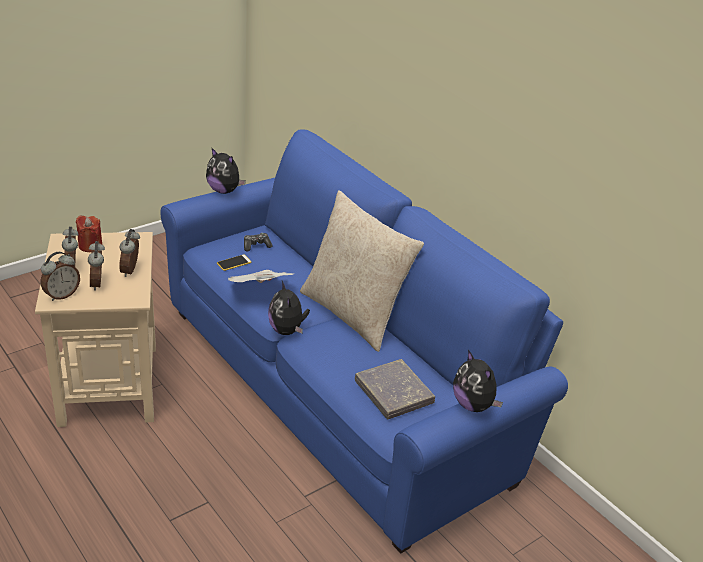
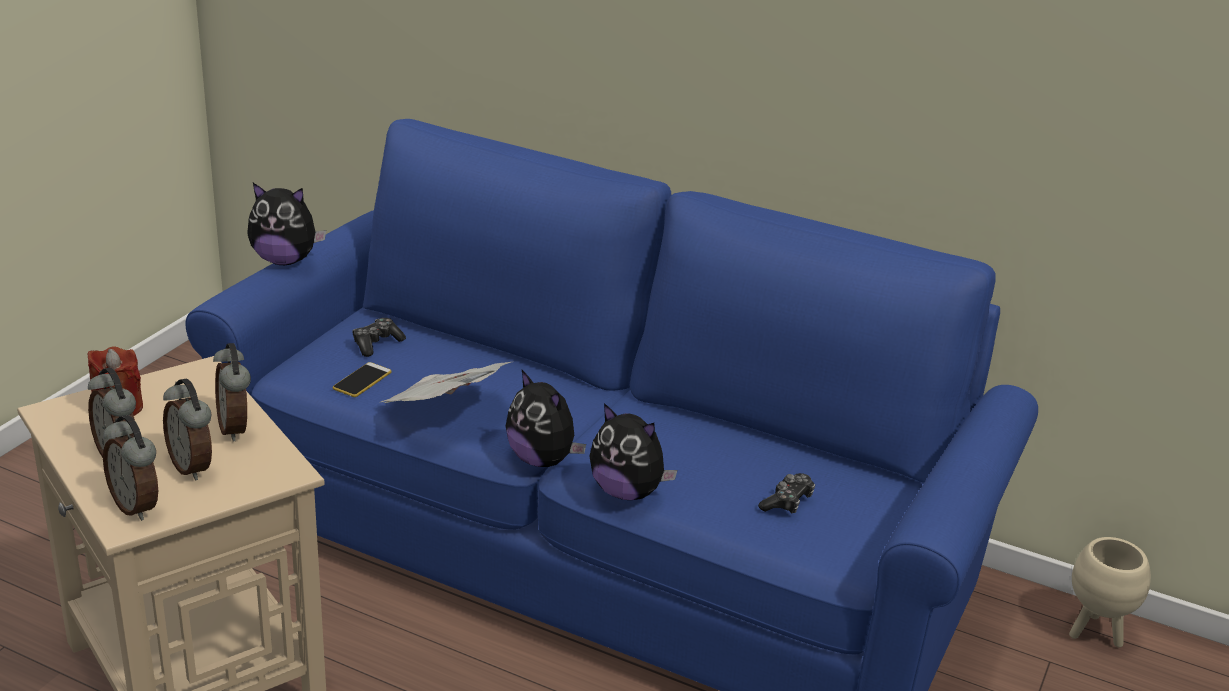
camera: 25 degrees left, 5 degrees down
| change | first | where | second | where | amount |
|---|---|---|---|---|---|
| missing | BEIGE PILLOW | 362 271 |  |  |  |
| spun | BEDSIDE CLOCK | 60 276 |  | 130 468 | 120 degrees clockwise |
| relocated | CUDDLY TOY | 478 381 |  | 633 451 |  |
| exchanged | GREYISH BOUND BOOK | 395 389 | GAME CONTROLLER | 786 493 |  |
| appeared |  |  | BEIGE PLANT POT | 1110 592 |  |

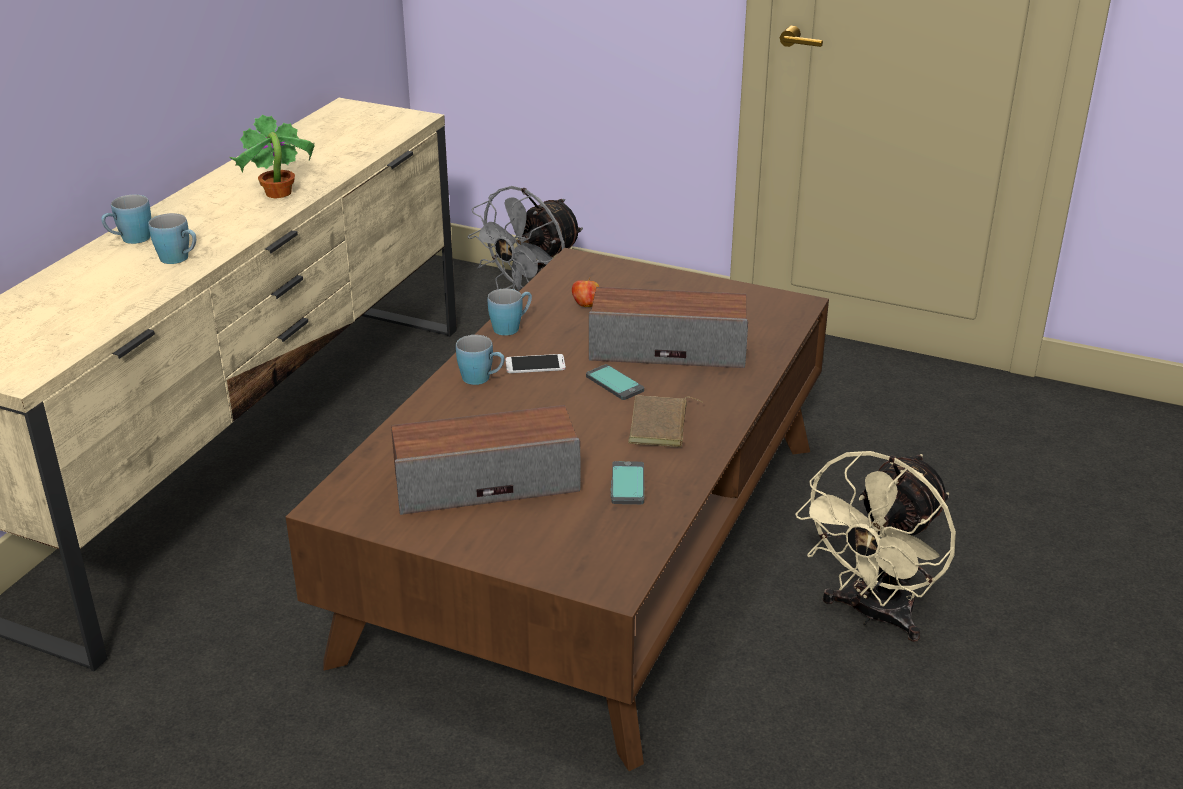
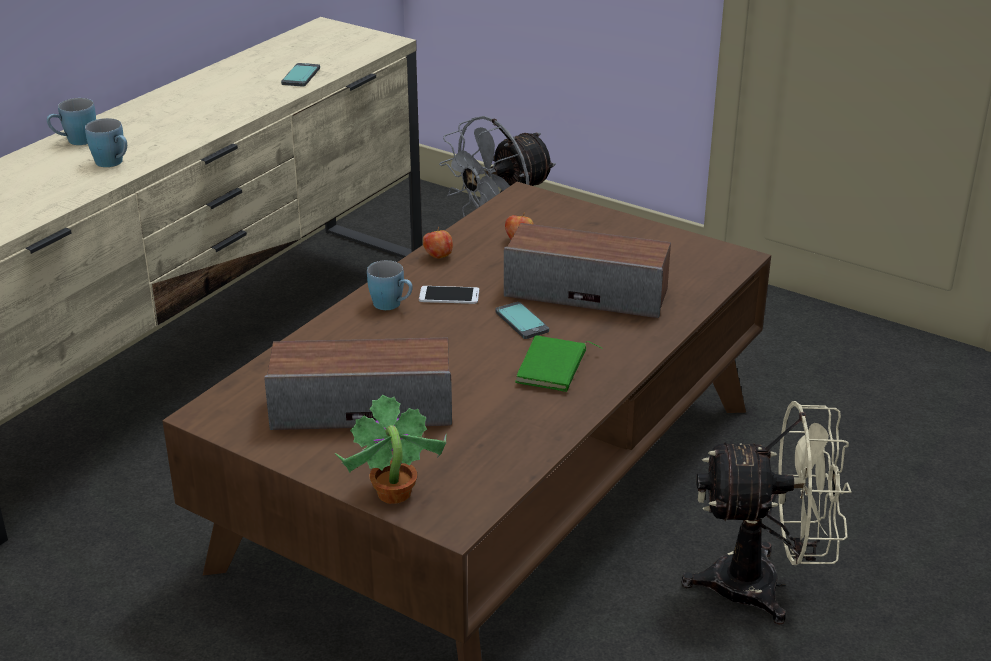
camera: 10 degrees right, 0 degrees up
| change | first | where | second | where | amount |
|---|---|---|---|---|---|
| relocated | HOUSEPLANT | 271 156 |  | 391 449 |  |
| exchanged | BLUE-COLOURED TEA MUG | 510 312 | APPLE | 438 242 |  |
| colour | BROWN-COLOURED BOUND BOOK | 665 421 | GREEN-COLOURED BOUND BOOK | 558 363 |  |
| spun | BEIGE COOLING FAN | 875 546 |  | 766 513 | 135 degrees counterclockwise |
| relocated | PHONE | 627 482 |  | 300 75 |  |

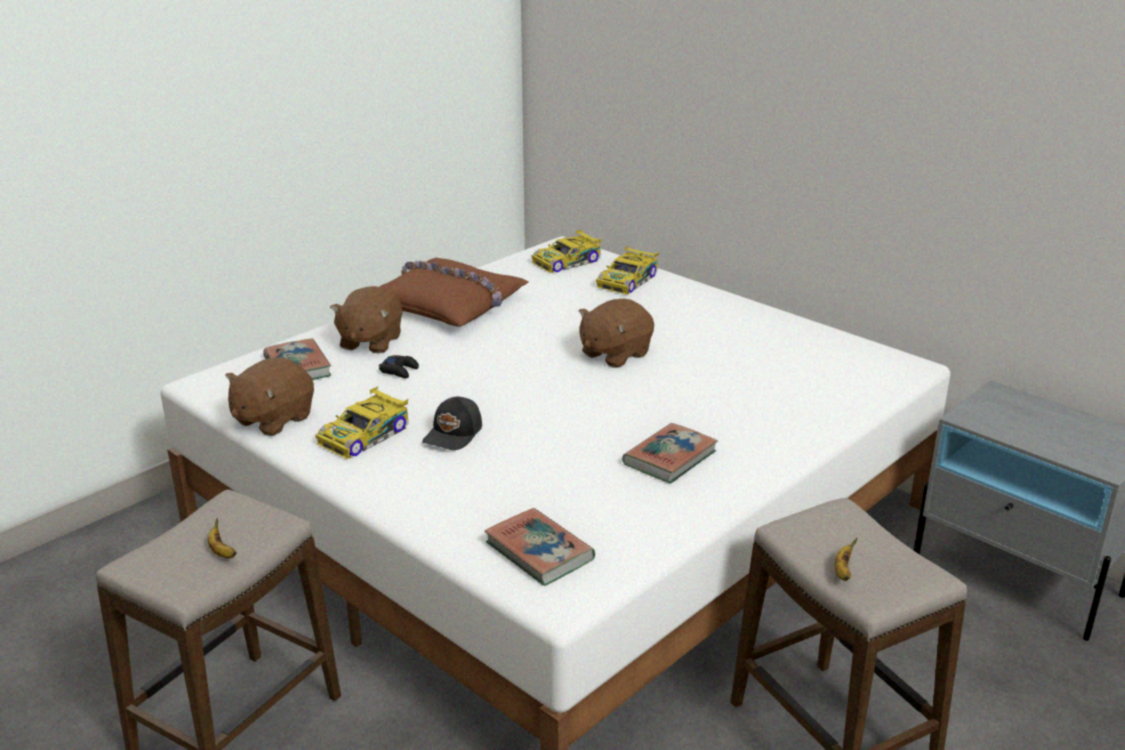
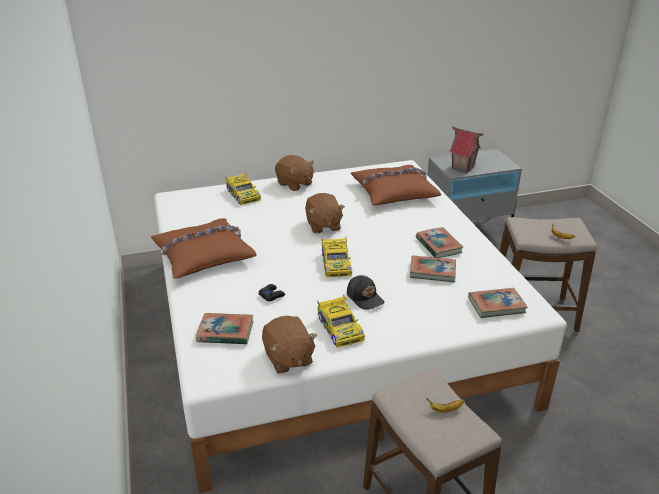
camera: 60 degrees left, 5 degrees up
| change | first | where | second | where | amount |
|---|---|---|---|---|---|
| relocated | MINIATURE CAR | 566 251 |  | 337 257 |  |
| relocated | BROWN-COLOURED CUDDLY TOY | 366 320 |  | 294 173 |  |
| appeared |  |  | TOY HOUSE | 466 149 |  |
| appeared |  |  | BROWN-COLOURED PILLOW | 396 185 |  |
| appeared |  |  | BOUND BOOK | 433 269 |  |

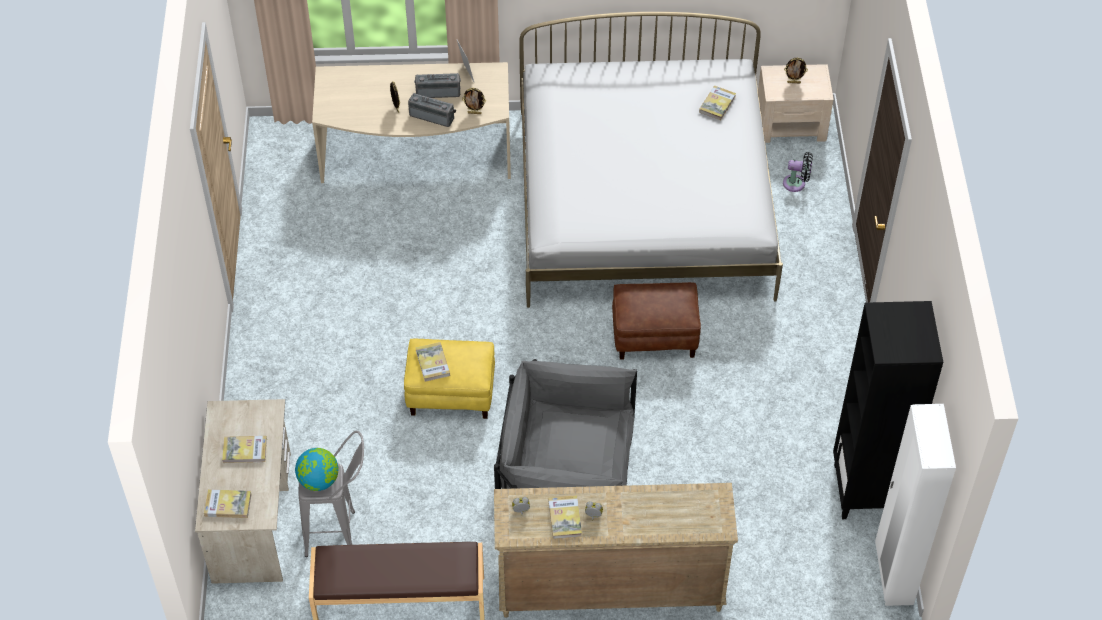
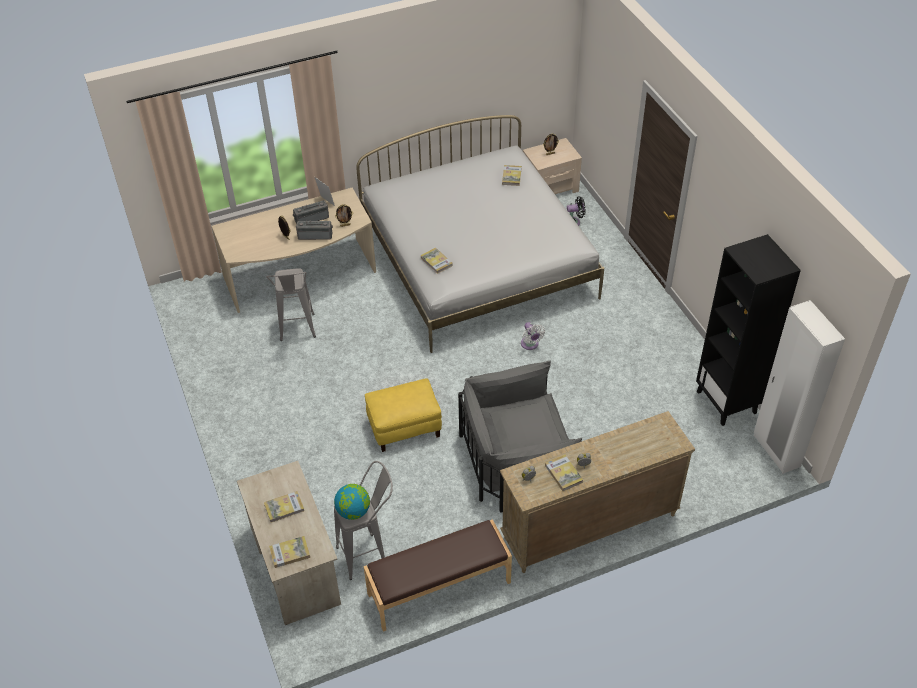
camera: 20 degrees left, 5 degrees down
| change | first | where | second | where | amount |
|---|---|---|---|---|---|
| exchanged | BROWN-COLOURED POUFFE | 656 321 | WHITE COOLING FAN | 533 336 |  |
| relocated | BOUND BOOK | 433 362 |  | 436 261 |  |
| appeared |  |  | GREYISH STOOL SEAT | 291 304 |  |

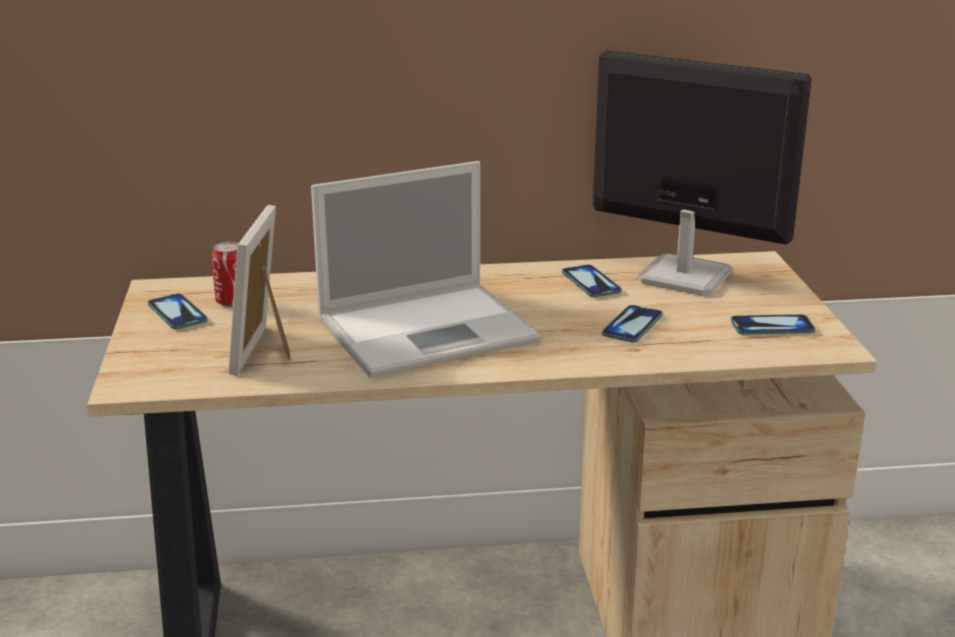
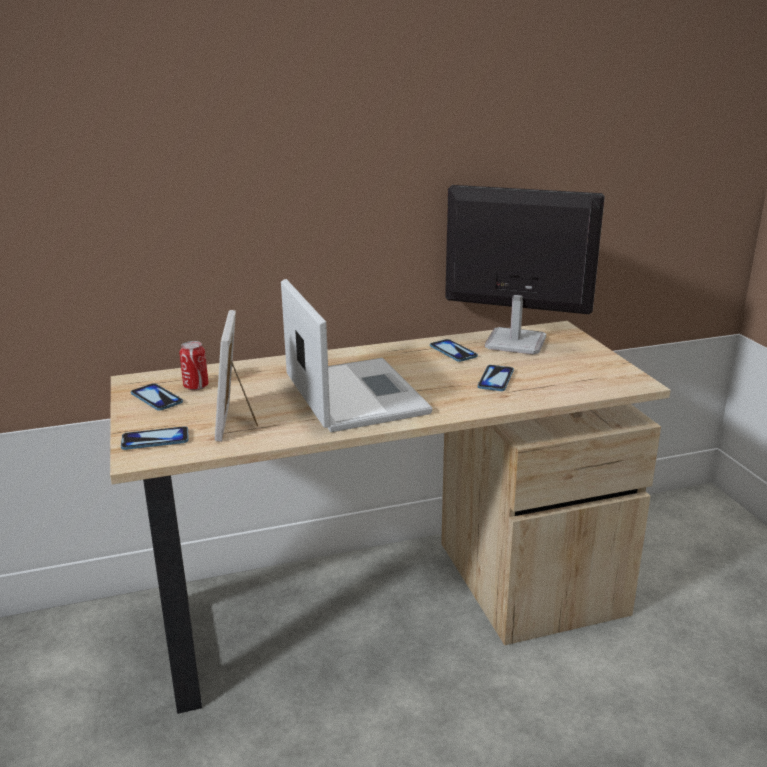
camera: 10 degrees left, 0 degrees up
| change | first | where | second | where | amount |
|---|---|---|---|---|---|
| spun | LAPTOP | 426 269 |  | 357 355 | 75 degrees counterclockwise |
| relocated | PHONE | 773 324 |  | 154 438 |  |

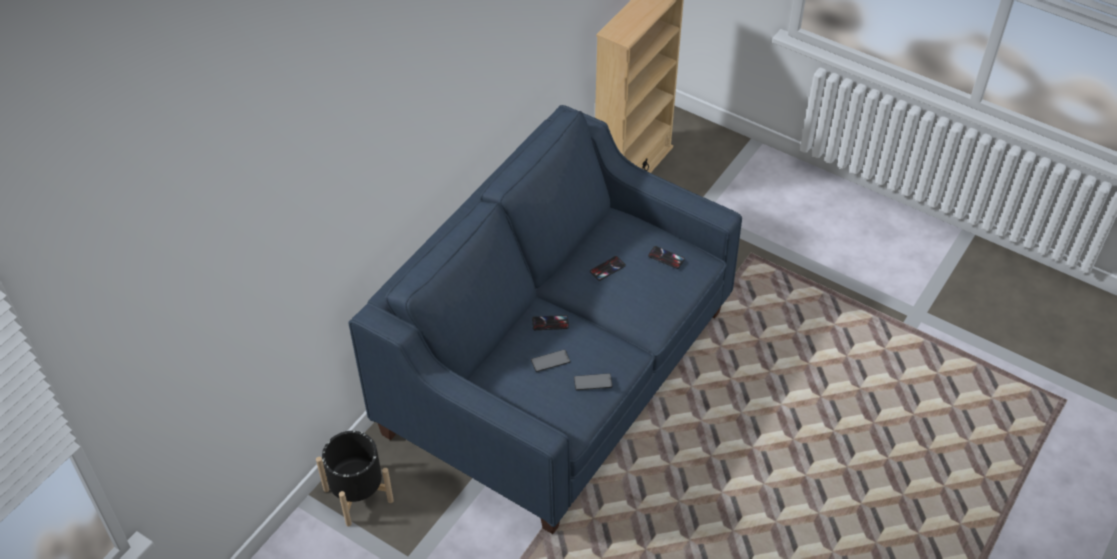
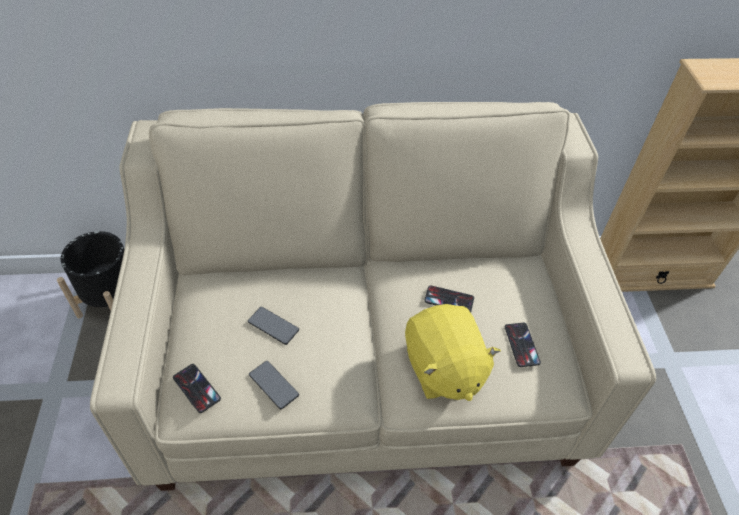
camera: 50 degrees right, 0 degrees up
| change | first | where | second | where | amount |
|---|---|---|---|---|---|
| colour | BLUE-COLOURED COUCH | 545 319 | BEIGE COUCH | 373 296 |  |
| relocated | PHONE | 550 322 |  | 197 388 |  |
| appeared |  |  | YELLOW CUDDLY TOY | 453 352 |  |

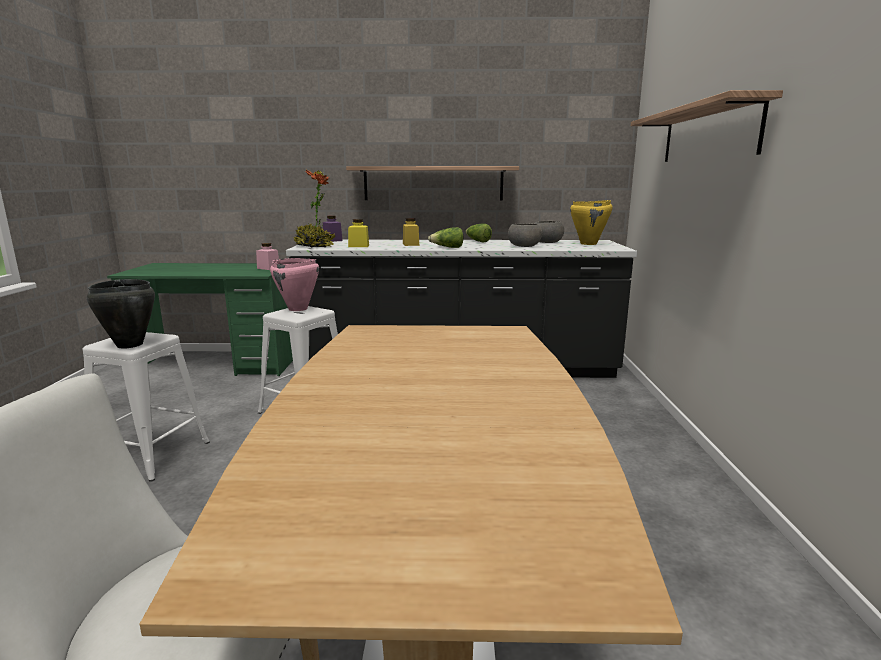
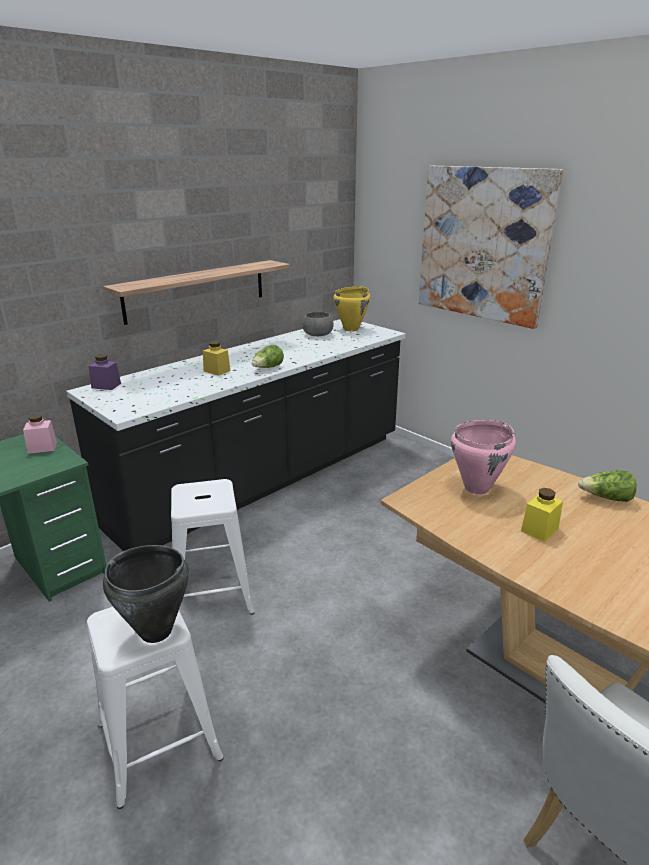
camera: 45 degrees left, 10 degrees up
| change | first | where | second | where | amount |
|---|---|---|---|---|---|
| exchanged | SHELF | 707 126 | WALL PICTURE | 491 247 |  |
| missing | HOUSEPLANT | 313 208 |  |  |  |
| relocated | YELLOW JAR | 358 233 |  | 542 515 |  |
| relocated | LETTUCE HEAD | 478 233 |  | 607 486 |  |
| missing | GREYISH SERVING BOWL | 525 235 |  |  |  |
| relocated | PINKISH STOCKPOT | 294 284 |  | 483 457 |  |

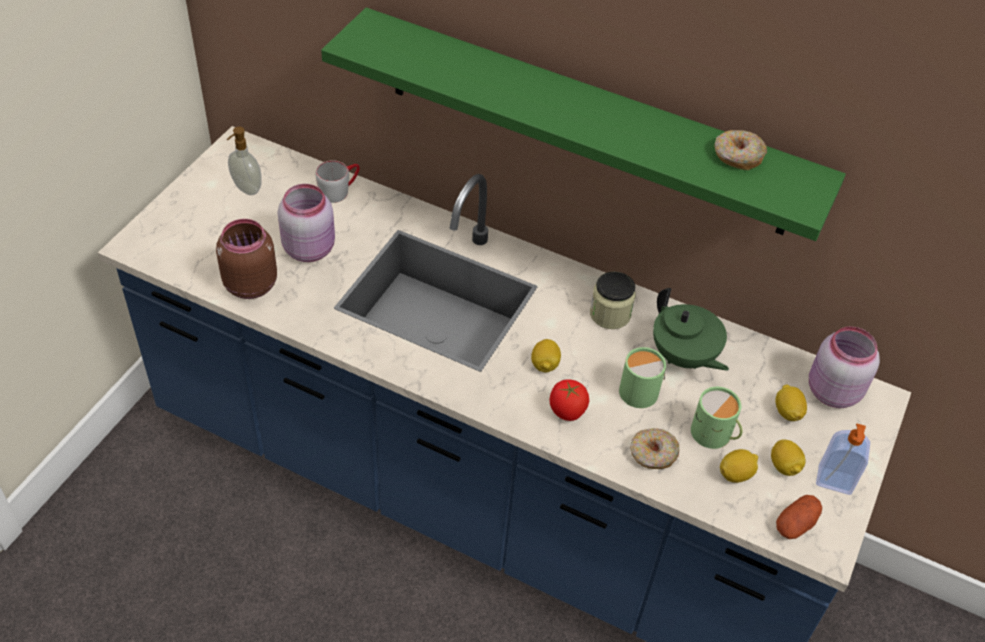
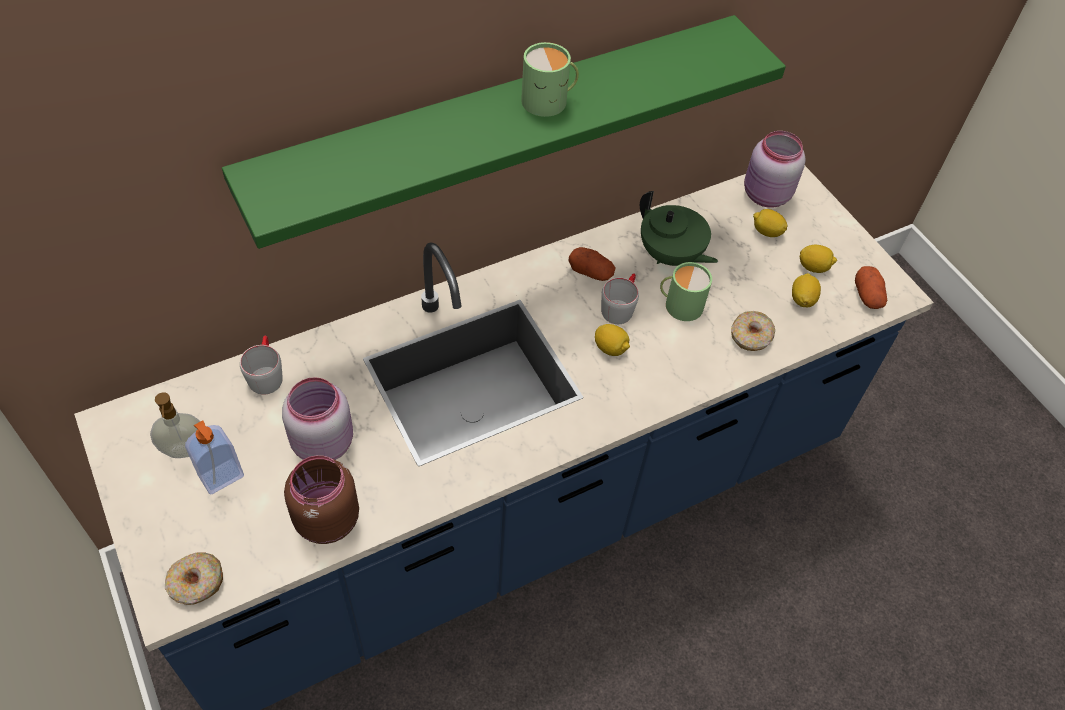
camera: 55 degrees left, 5 degrees up
| change | first | where | second | where | amount |
|---|---|---|---|---|---|
| relocated | RING DOUGHNUT | 740 150 |  | 194 578 |  |
| exchanged | JAR | 613 300 | WHOLE POTATO | 591 264 |  |
| spun | GREEN-COLOURED POT FOR TEA | 691 329 |  | 679 228 | 45 degrees clockwise |
| missing | WHOLE TOMATO | 569 400 |  |  |  |
| relocated | GREEN-COLOURED TEA MUG | 716 418 |  | 550 79 |  |
| relocated | SOAP BOTTLE | 843 459 |  | 214 457 |  |
| appeared |  |  | GREYISH TEA MUG | 620 298 |  |

